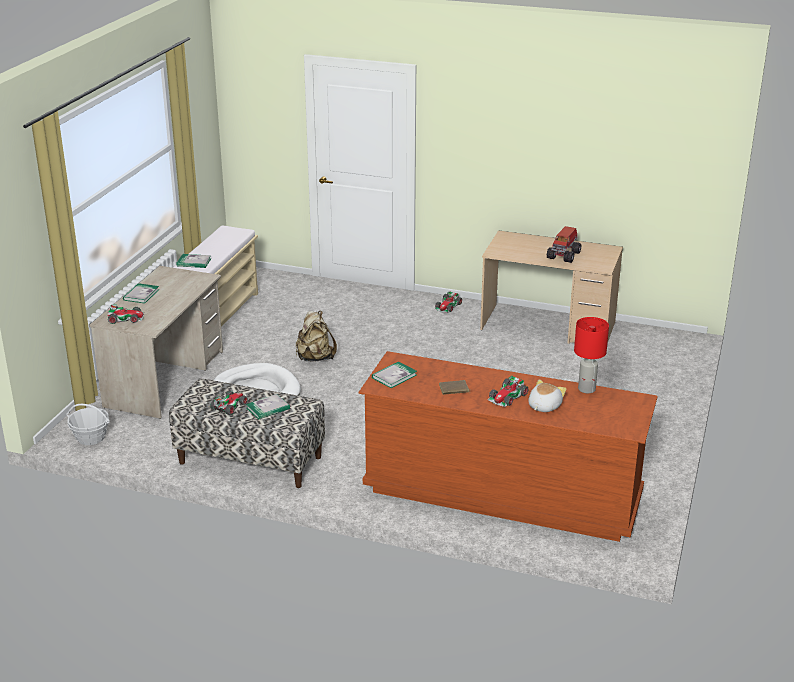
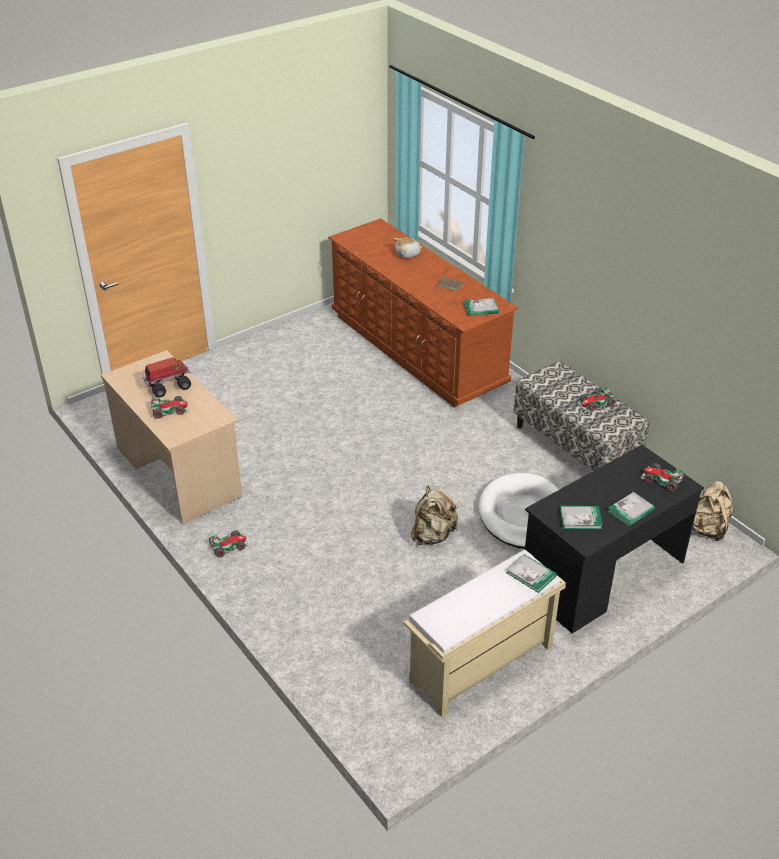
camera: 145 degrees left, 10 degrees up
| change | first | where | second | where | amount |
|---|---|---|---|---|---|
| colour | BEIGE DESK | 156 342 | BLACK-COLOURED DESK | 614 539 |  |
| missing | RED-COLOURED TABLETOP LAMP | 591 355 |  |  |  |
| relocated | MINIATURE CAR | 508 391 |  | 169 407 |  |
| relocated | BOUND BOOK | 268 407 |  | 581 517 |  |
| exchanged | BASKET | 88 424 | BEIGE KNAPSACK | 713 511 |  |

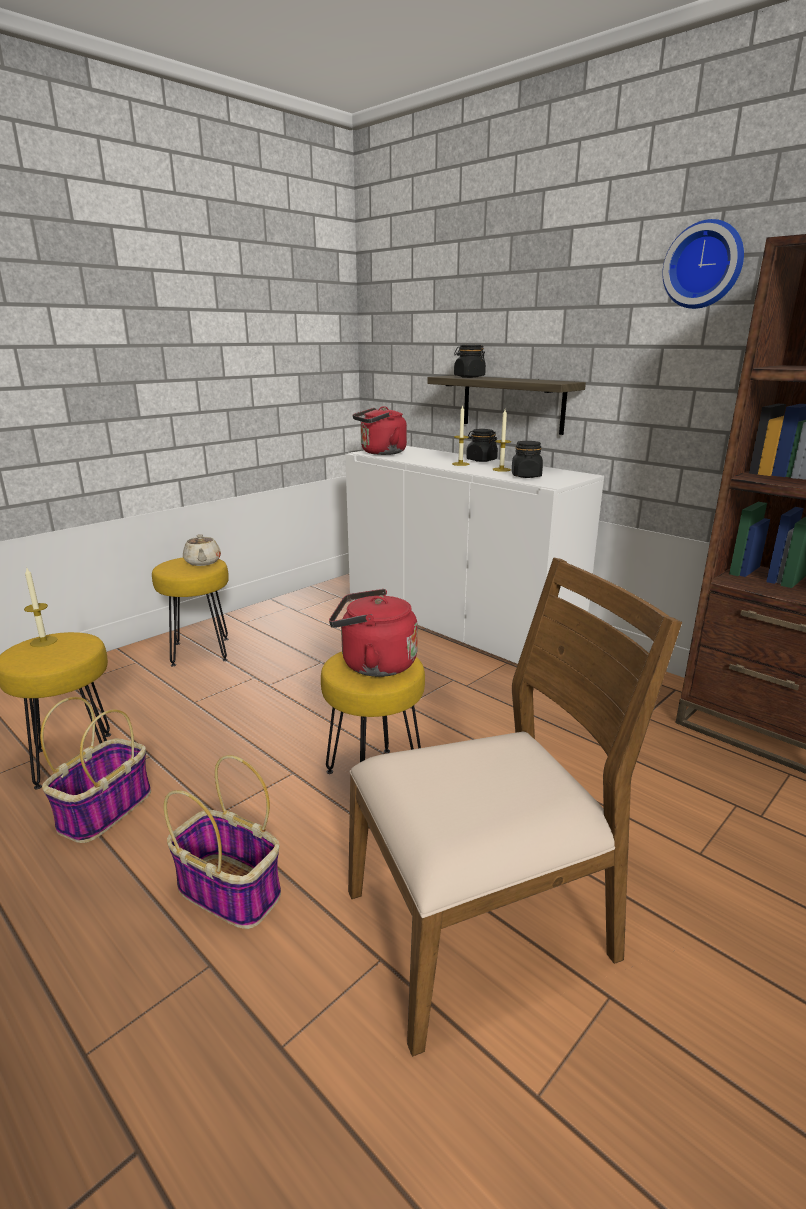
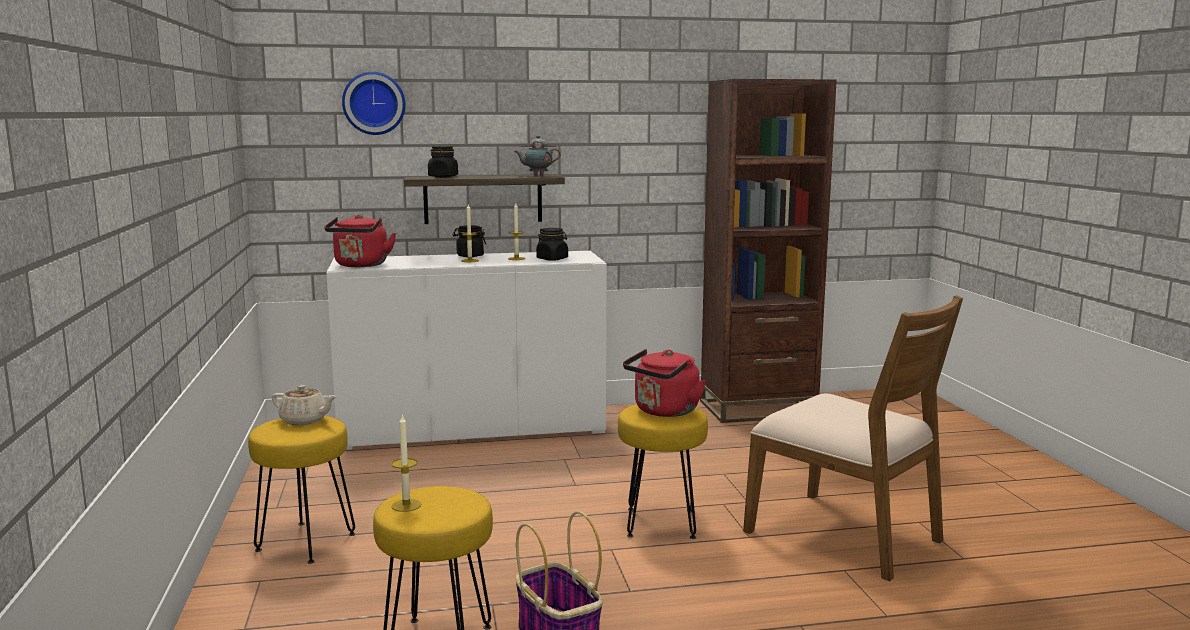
camera: 55 degrees left, 10 degrees down
| change | first | where | second | where | amount |
|---|---|---|---|---|---|
| relocated | WALL CLOCK | 703 264 |  | 374 103 |  |
| spun | BROWN-COLOURED CHAIR | 515 807 |  | 853 438 | 120 degrees clockwise |
| missing | BASKET | 222 842 |  |  |  |
| appeared |  |  | POT FOR TEA | 537 155 |  |

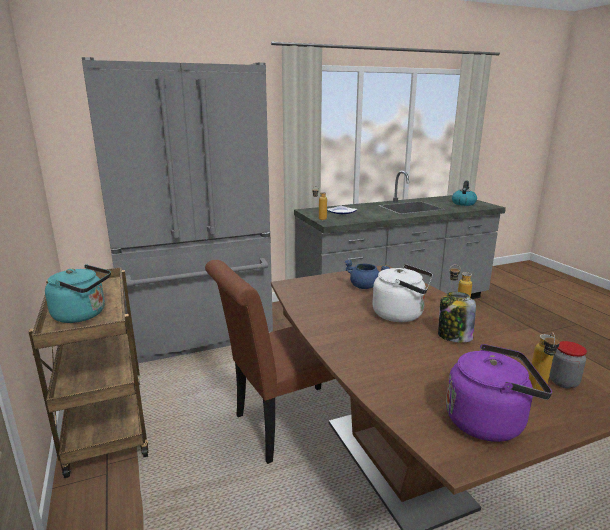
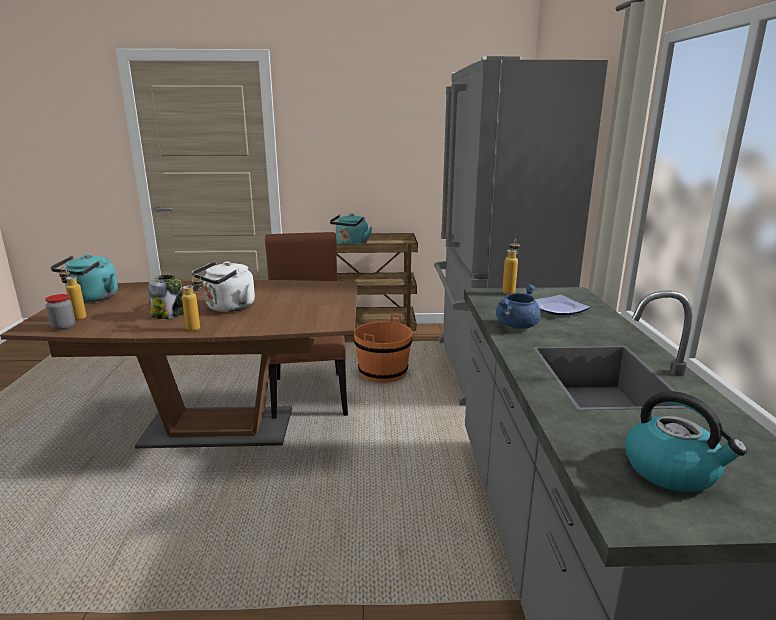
camera: 110 degrees right, 0 degrees up
| change | first | where | second | where | amount |
|---|---|---|---|---|---|
| relocated | BLUE-COLOURED STOCKPOT | 367 274 |  | 518 306 |  |
| colour | PURPLE-COLOURED KETTLE | 499 393 | BLUE-GREEN KETTLE | 84 278 |  |
| appeared |  |  | ORANGE PAIL | 383 348 |  |

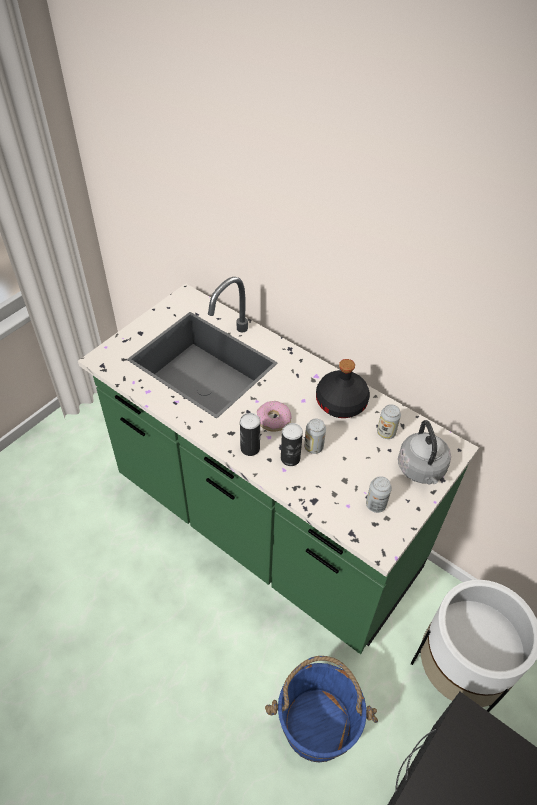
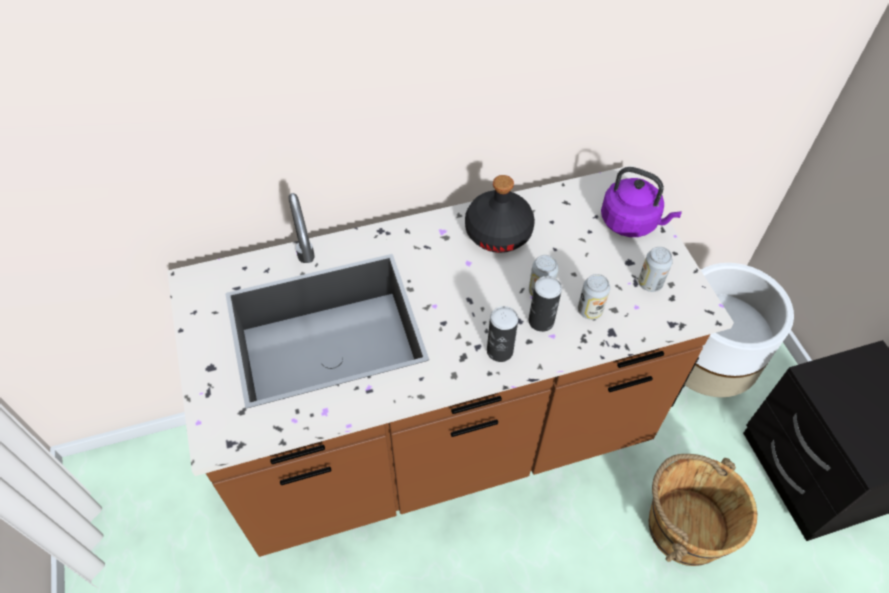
camera: 55 degrees left, 5 degrees up
| change | first | where | second | where | amount |
|---|---|---|---|---|---|
| colour | GREEN-COLOURED KITCHEN COUNTER | 278 465 | BROWN-COLOURED KITCHEN COUNTER | 450 361 |  |
| missing | RING DOUGHNUT | 274 416 |  |  |  |
| relocated | SEALED CAN | 389 421 |  | 594 297 |  |
| colour | GREYISH KETTLE | 424 452 | PURPLE-COLOURED KETTLE | 641 202 |  |
| colour | BLUE-COLOURED PAIL | 321 709 | BROWN-COLOURED PAIL | 703 510 |  |

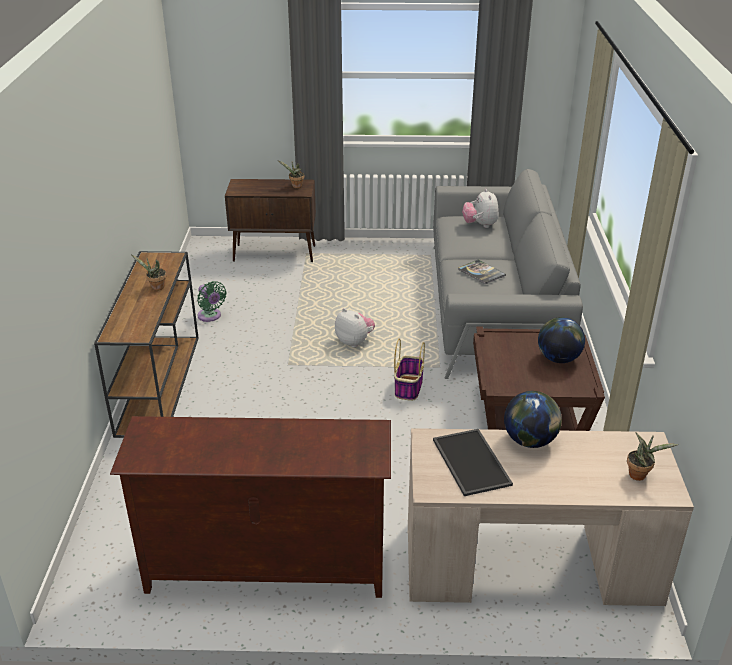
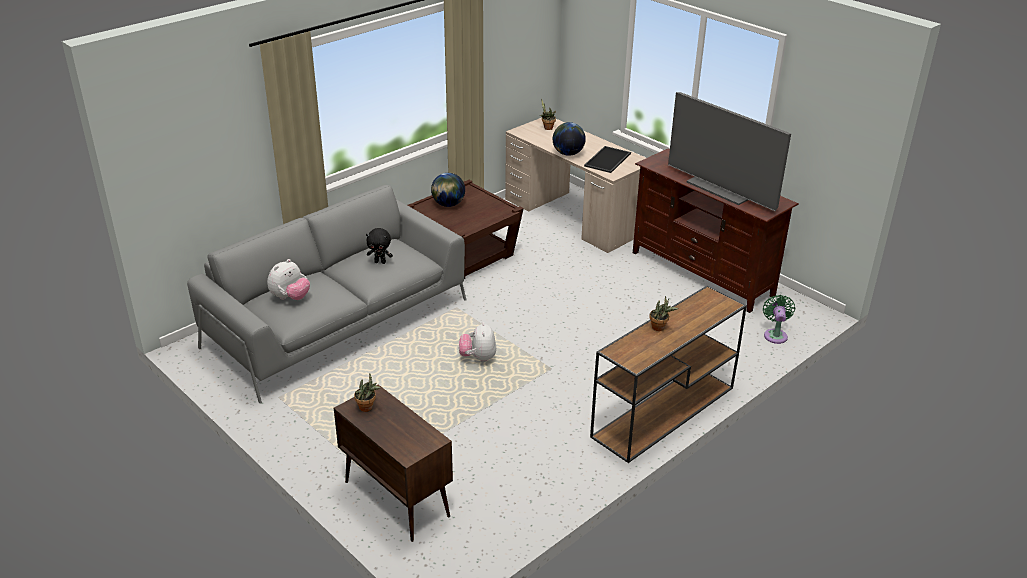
camera: 135 degrees left, 0 degrees up
| change | first | where | second | where | amount |
|---|---|---|---|---|---|
| exchanged | BOUND BOOK | 482 271 | BLACK-COLOURED CUDDLY TOY | 379 246 |  |
| relocated | GREEN-COLOURED COOLING FAN | 211 301 |  | 779 319 |  |
| missing | BASKET | 409 369 |  |  |  |
| appeared |  |  | TV SET | 729 151 |  |

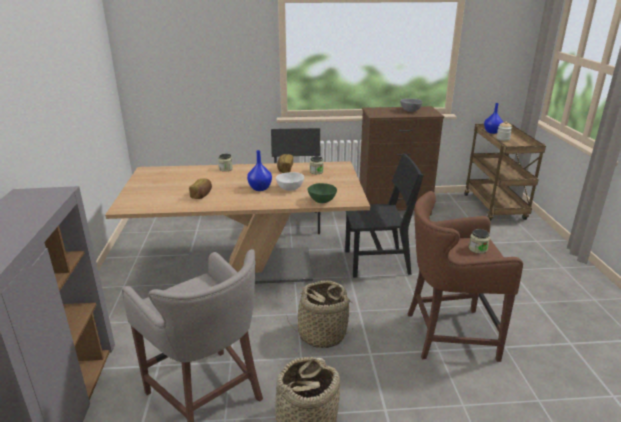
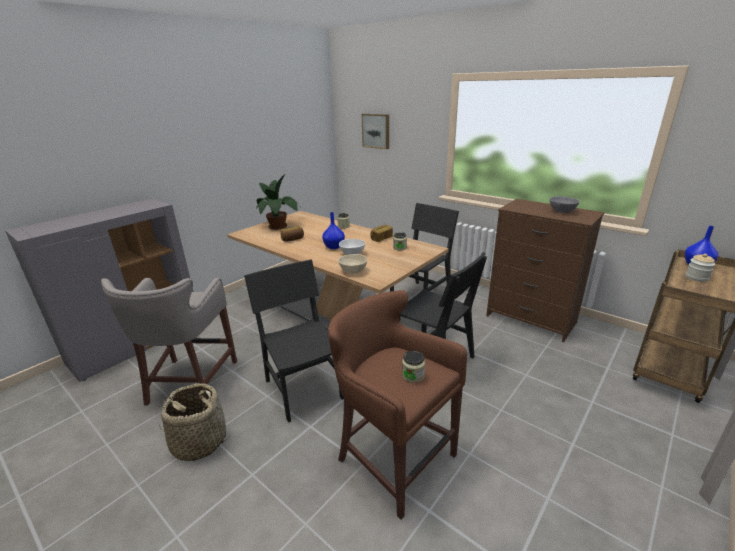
camera: 45 degrees right, 0 degrees up
| change | first | where | second | where | amount |
|---|---|---|---|---|---|
| colour | GREEN-COLOURED SERVING BOWL | 322 193 | BEIGE SERVING BOWL | 352 264 |  |
| exchanged | BASKET | 320 314 | BLACK-COLOURED CHAIR | 294 341 |  |
| appeared |  |  | WALL PICTURE | 375 131 |  |
| appeared |  |  | HOUSEPLANT | 276 202 |  |

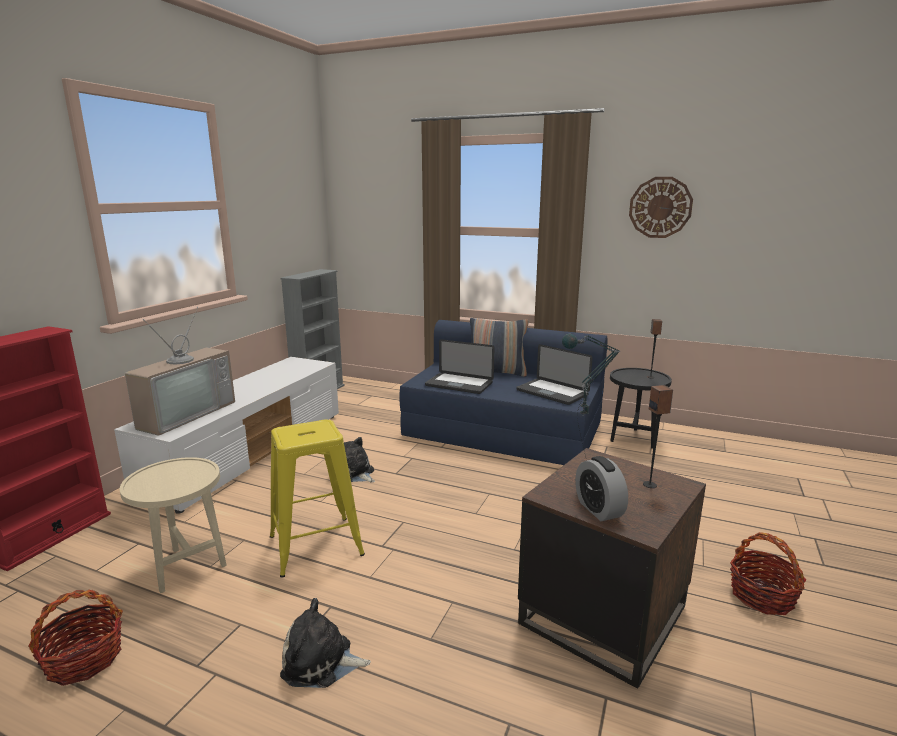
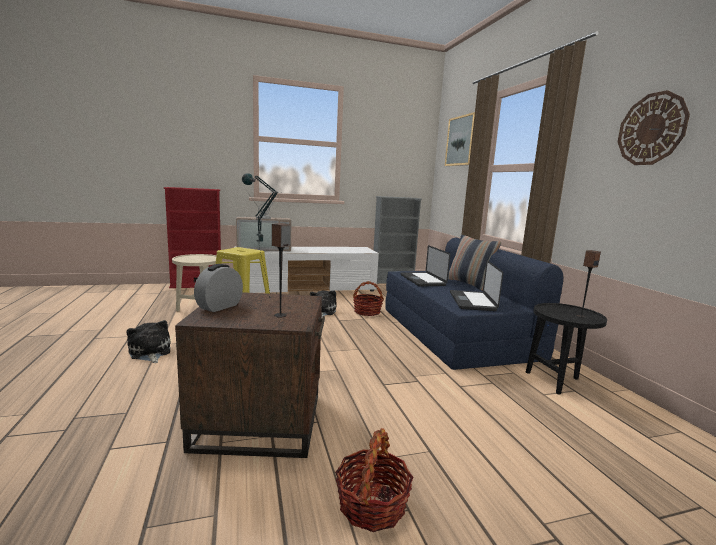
camera: 50 degrees right, 5 degrees down
| change | first | where | second | where | amount |
|---|---|---|---|---|---|
| relocated | BASKET | 75 638 |  | 368 298 |  |
| appeared |  |  | WALL PICTURE | 460 139 |  |

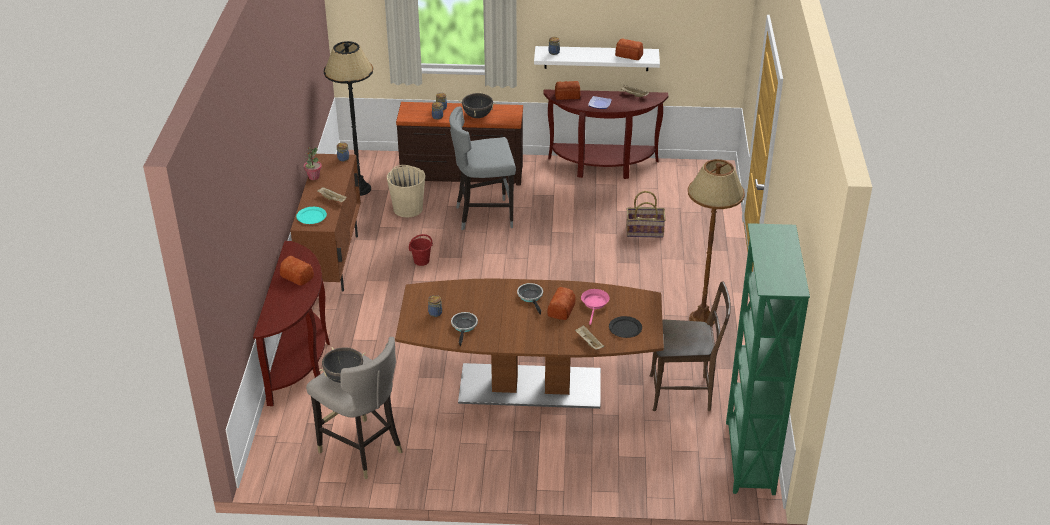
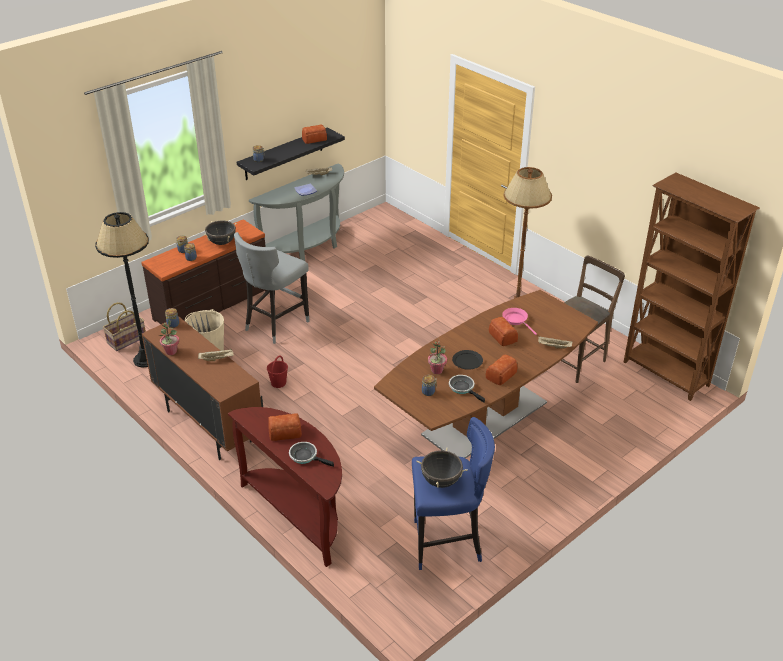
camera: 45 degrees left, 0 degrees up
| change | first | where | second | where | amount |
|---|---|---|---|---|---|
| colour | WHITE SHELF | 597 58 | BLACK-COLOURED SHELF | 291 154 |  |
| relocated | BREAD | 567 90 |  | 501 369 |  |
| colour | BROWN-COLOURED HALL TABLE | 605 134 | GREYISH HALL TABLE | 296 212 |  |
| relocated | BASKET | 645 214 |  | 124 326 |  |
| missing | BLUE-GREEN DINNER PLATE | 311 215 |  |  |  |
| colour | GREEN-COLOURED BOOKCASE | 768 359 | BROWN-COLOURED BOOKCASE | 692 287 |  |
| relocated | PAN | 530 299 |  | 311 454 |  |
| relocated | BLACK-COLOURED DINNER PLATE | 625 327 |  | 467 360 |  |
| colour | GREYISH STOOL SEAT | 354 408 | BLUE-COLOURED STOOL SEAT | 453 493 |  |
| appeared |  |  | HOUSEPLANT | 437 357 |  |

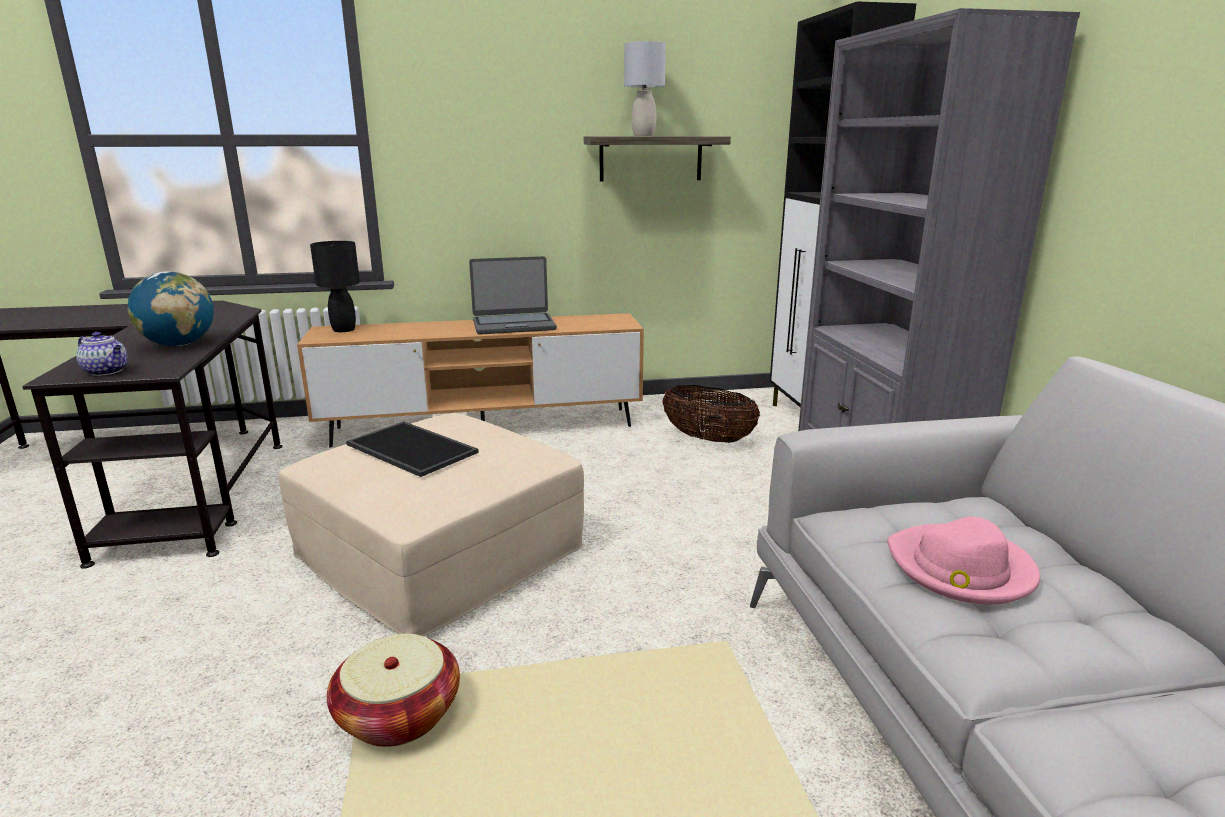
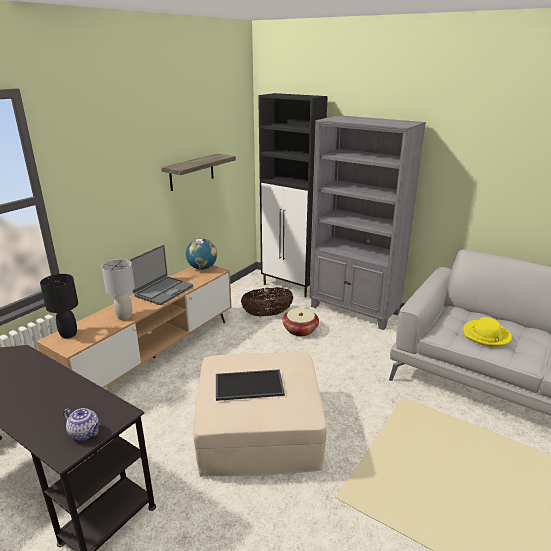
camera: 45 degrees left, 5 degrees up
| change | first | where | second | where | amount |
|---|---|---|---|---|---|
| relocated | GREYISH TABLETOP LAMP | 645 88 |  | 118 289 |  |
| relocated | WORLD GLOBE | 171 308 |  | 201 254 |  |
| spun | POT FOR TEA | 102 354 |  | 81 424 | 45 degrees clockwise |
| colour | PINKISH WEARABLE HAT | 963 561 | YELLOW WEARABLE HAT | 487 332 |  |
| relocated | BASKET | 393 690 |  | 300 322 |  |

